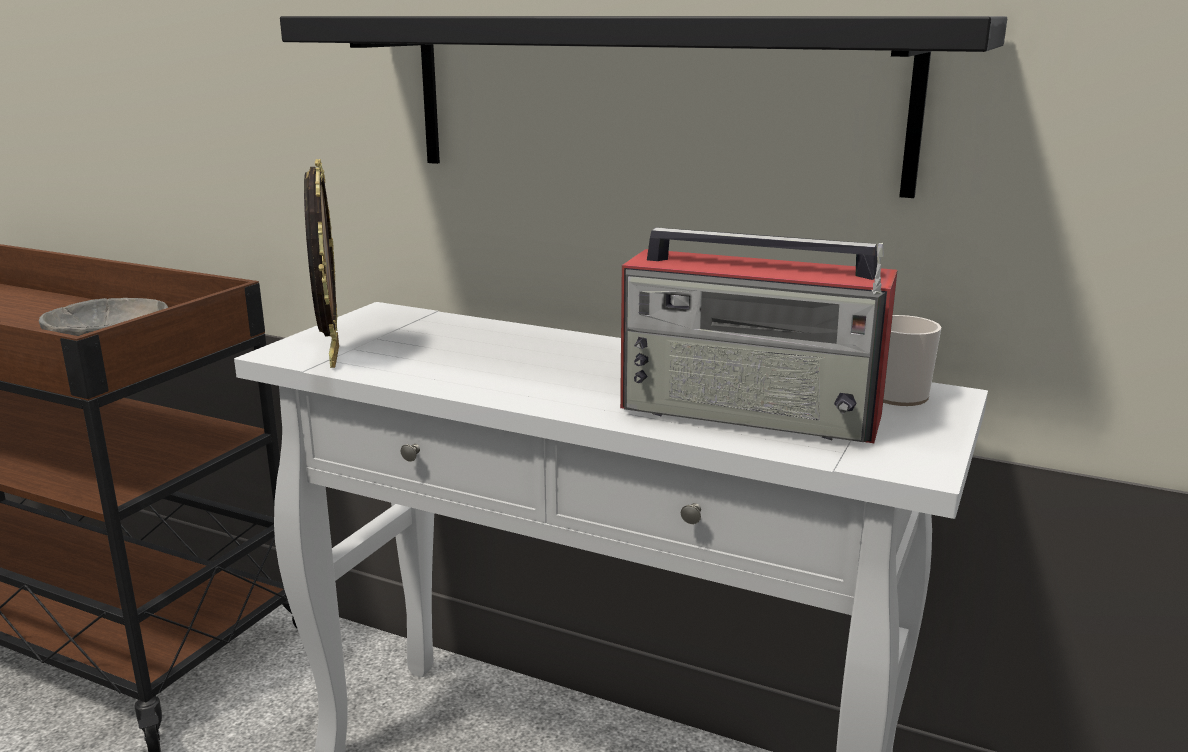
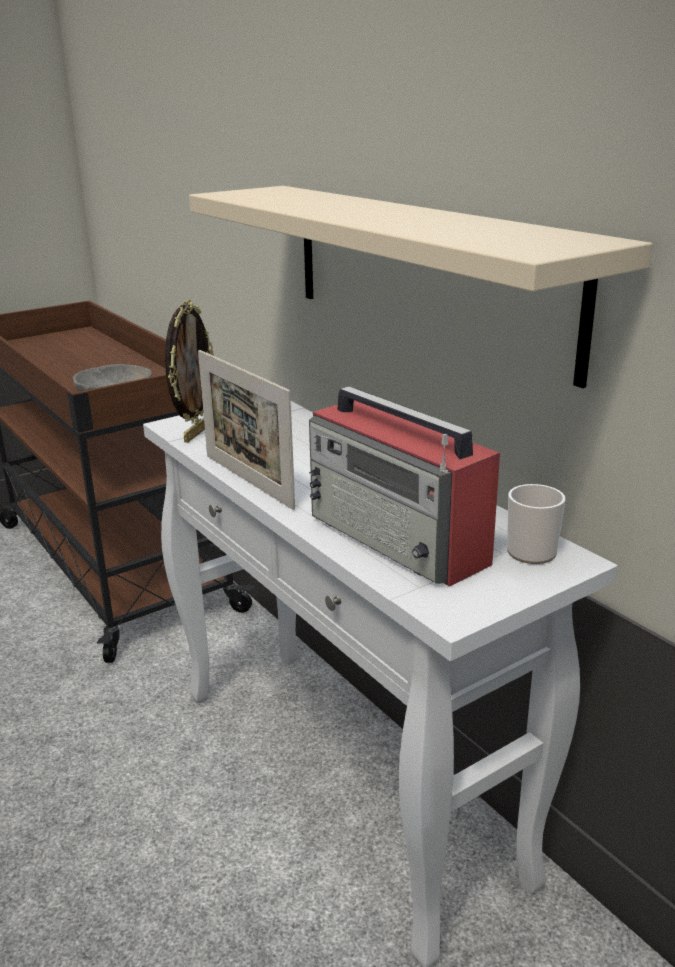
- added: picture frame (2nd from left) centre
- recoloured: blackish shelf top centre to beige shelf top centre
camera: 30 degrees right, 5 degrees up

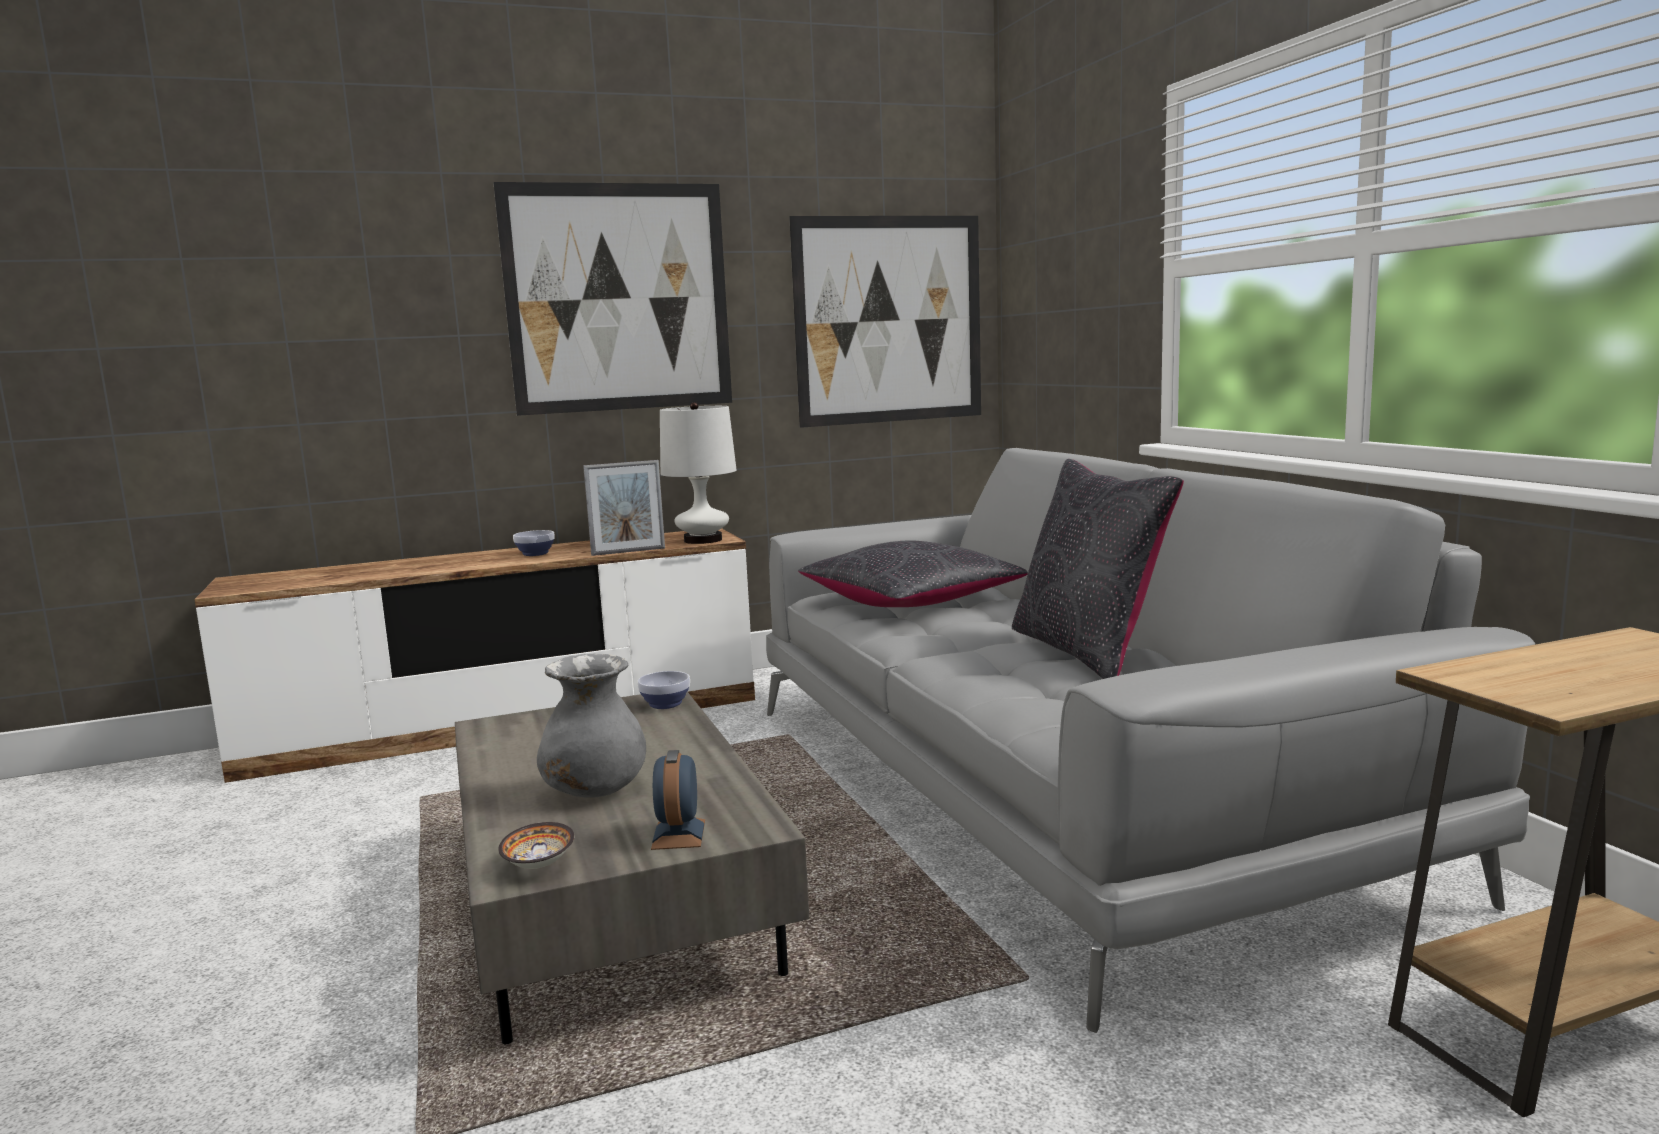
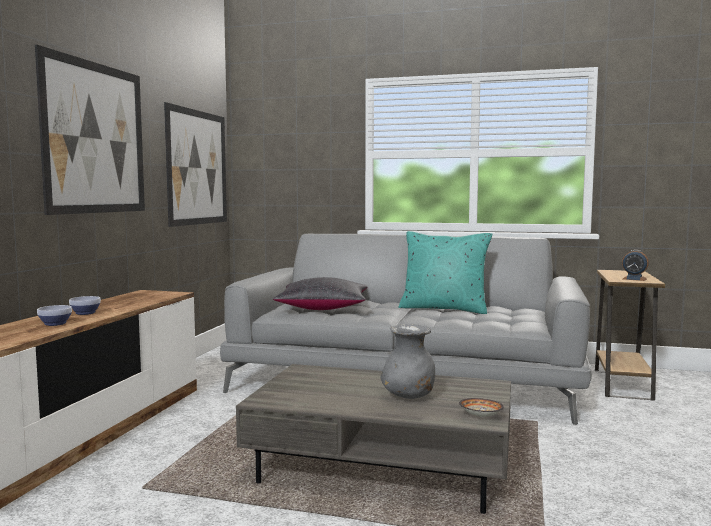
- removed: picture frame centre
- removed: white tabletop lamp centre
- moved: bowl (3rd from left in the first image) centre to bowl (1st from left) middle left
- moved: bedside clock bottom centre to middle right
- recoloured: blackish cushion (2nd from left) centre to turquoise cushion centre
camera: 55 degrees left, 5 degrees down

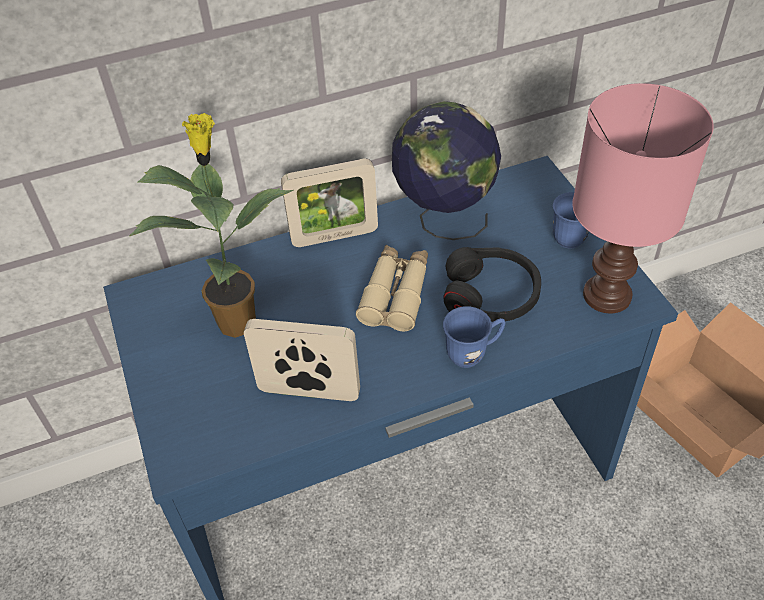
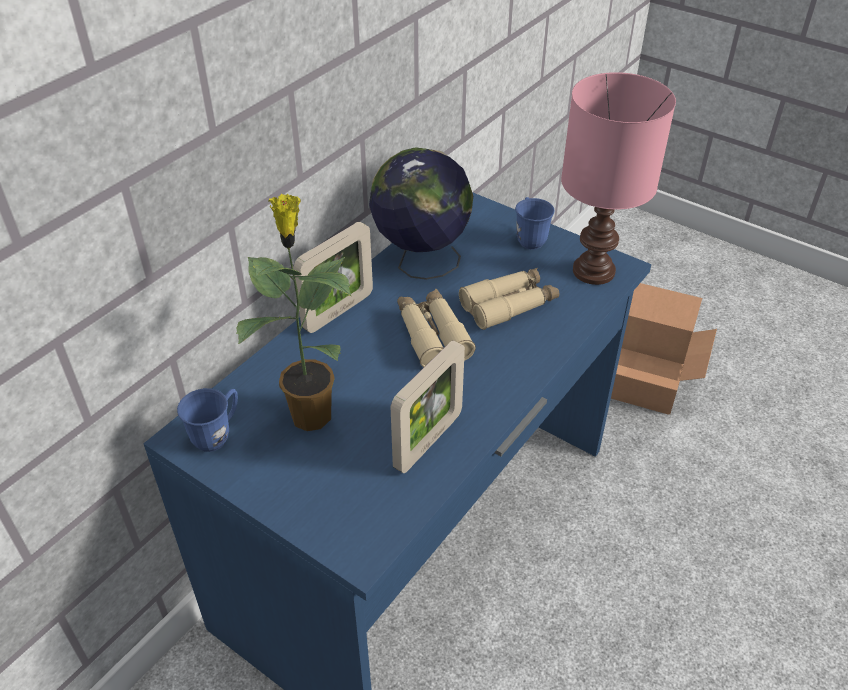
- moved: blue coffee mug (1st from left) centre to middle left
- replaced: blackish headphones centre to beige binoculars (2nd from left) centre
- turned: picture frame (1st from left in the first image) centre = centre 150 degrees clockwise
camera: 35 degrees left, 5 degrees down

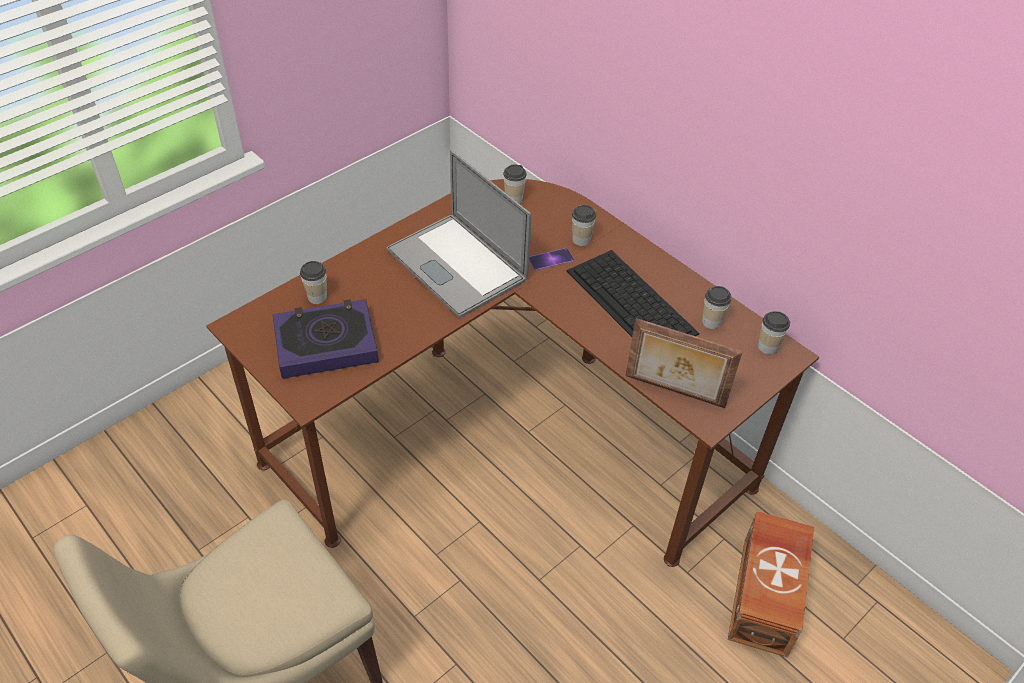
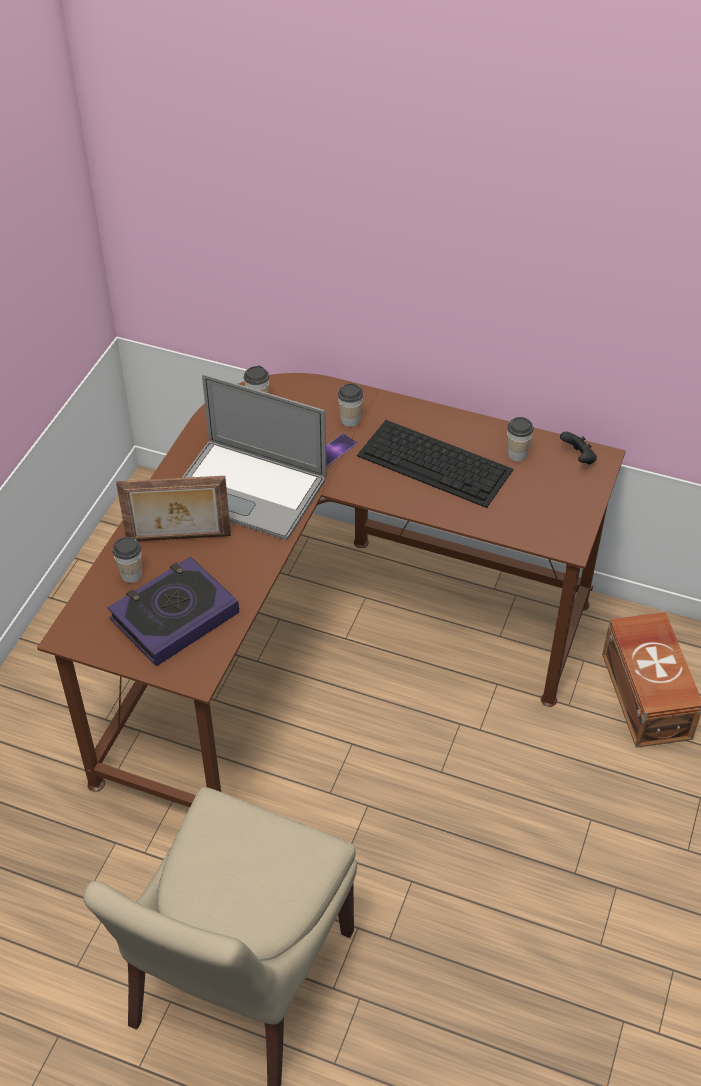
- moved: picture frame middle right to middle left
- replaced: cup (5th from left) middle right to blackish gamepad middle right
camera: 25 degrees left, 0 degrees up

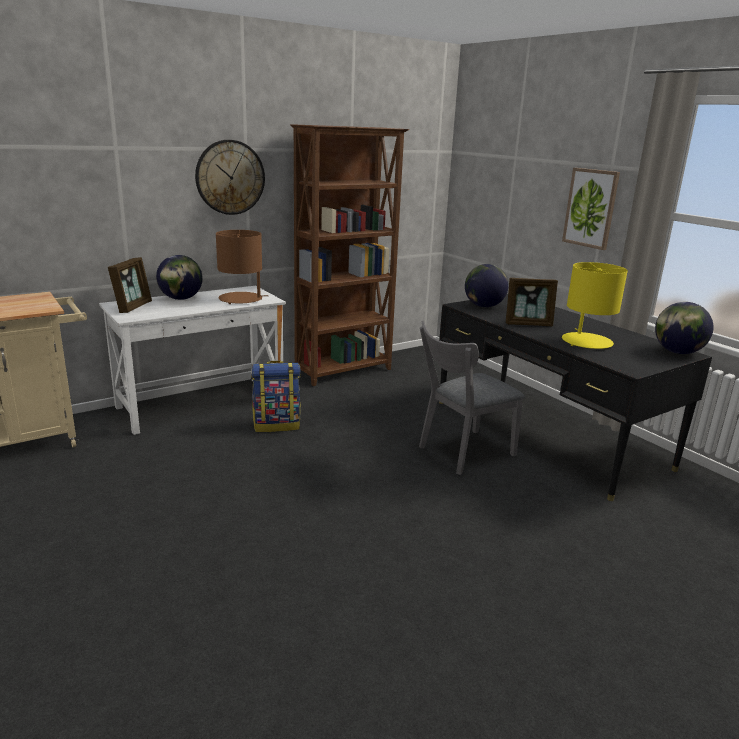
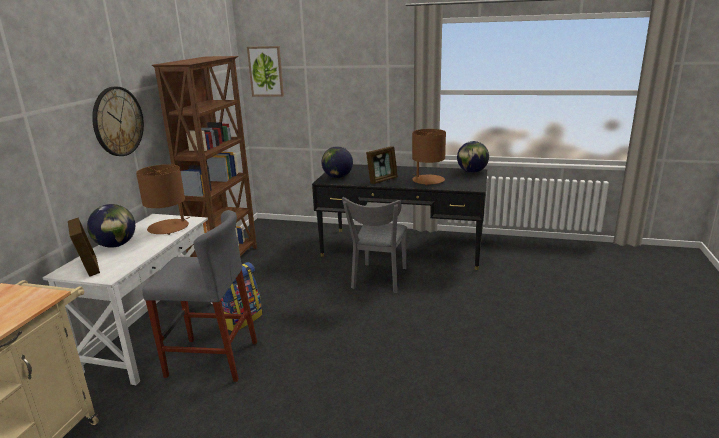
- added: gray stool bottom left
- moved: picture top right to top centre
- recoloured: yellow tabletop lamp middle right to brown tabletop lamp (2nd from left) centre
camera: 40 degrees left, 0 degrees up

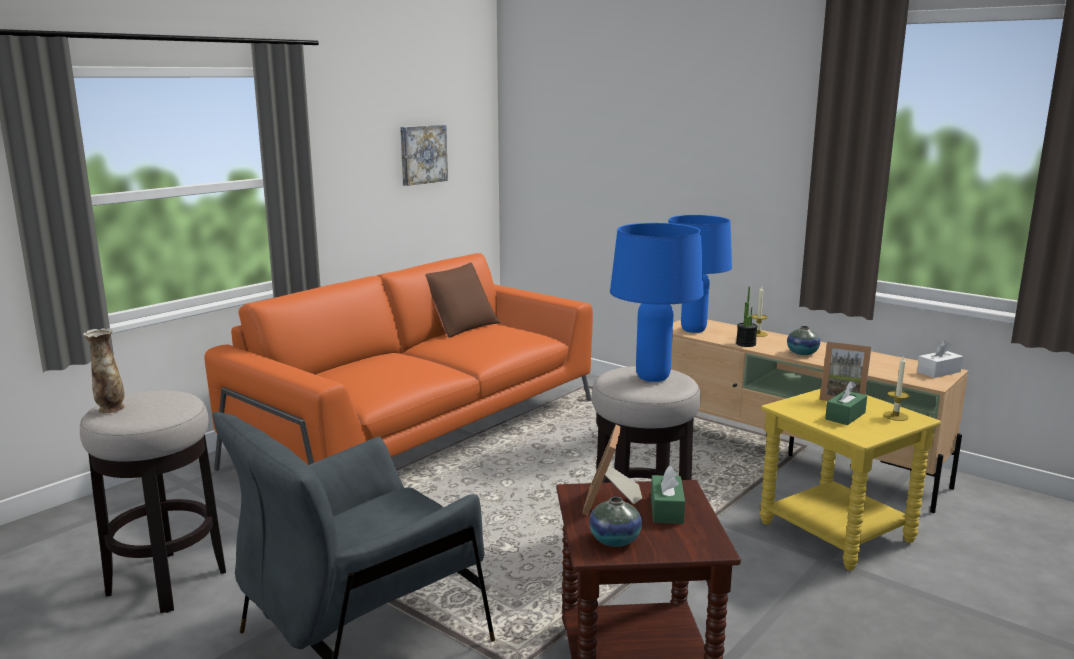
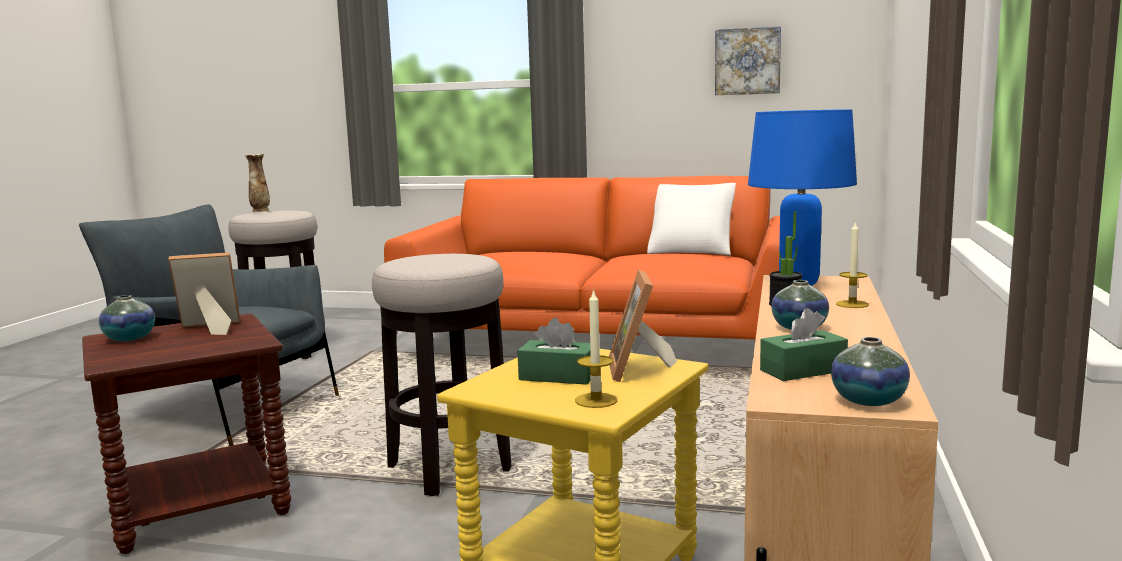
- removed: blue tabletop lamp (1st from left) centre
- moved: green box of tissues (1st from left in the first image) bottom centre to green box of tissues (2nd from left) middle right
- replaced: white box of tissues middle right to vase (4th from left) middle right
- recoloured: brown cushion centre to white cushion centre
camera: 65 degrees right, 5 degrees down

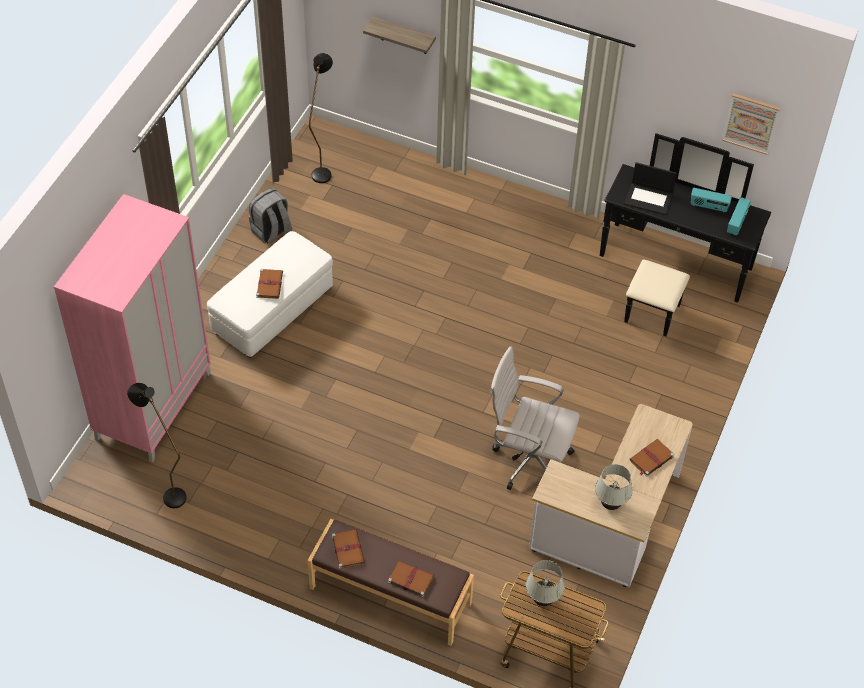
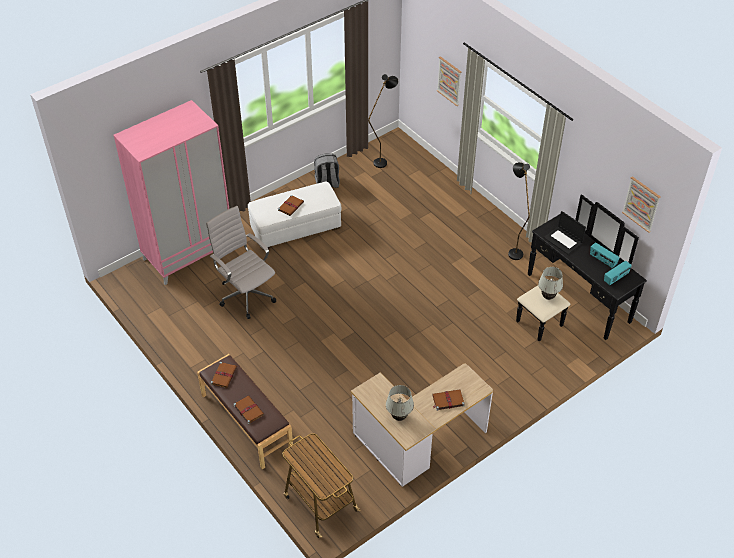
- moved: blackish floor lamp (1st from left in the first image) middle left to blackish floor lamp (2nd from left) middle right
- moved: white desk chair centre to middle left
- moved: white tabletop lamp (1st from left in the first image) bottom centre to white tabletop lamp (2nd from left) middle right
- replaced: shelf top centre to picture (1st from left) top centre
camera: 30 degrees right, 5 degrees down

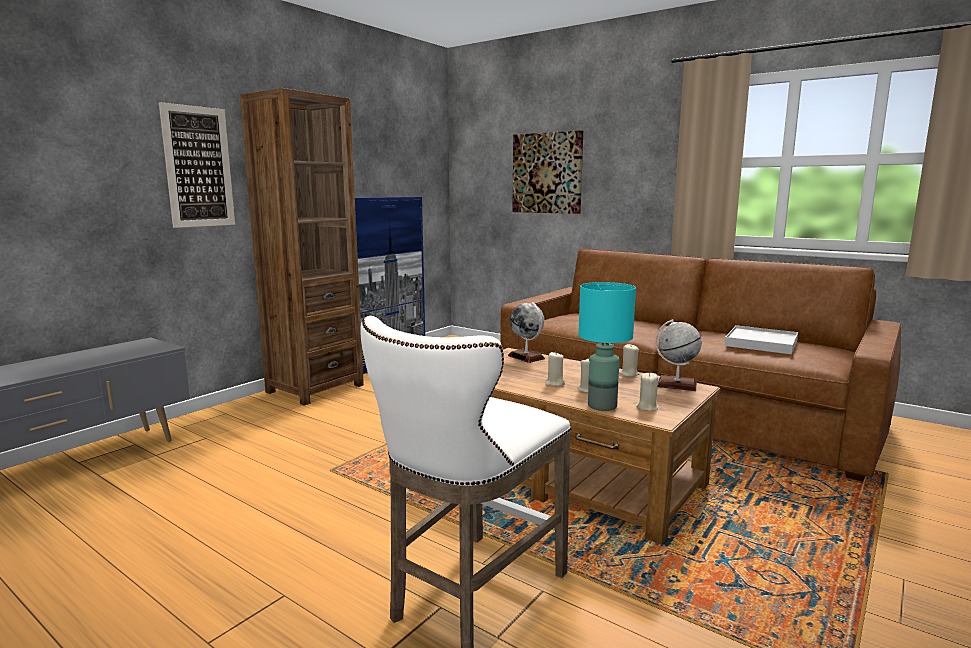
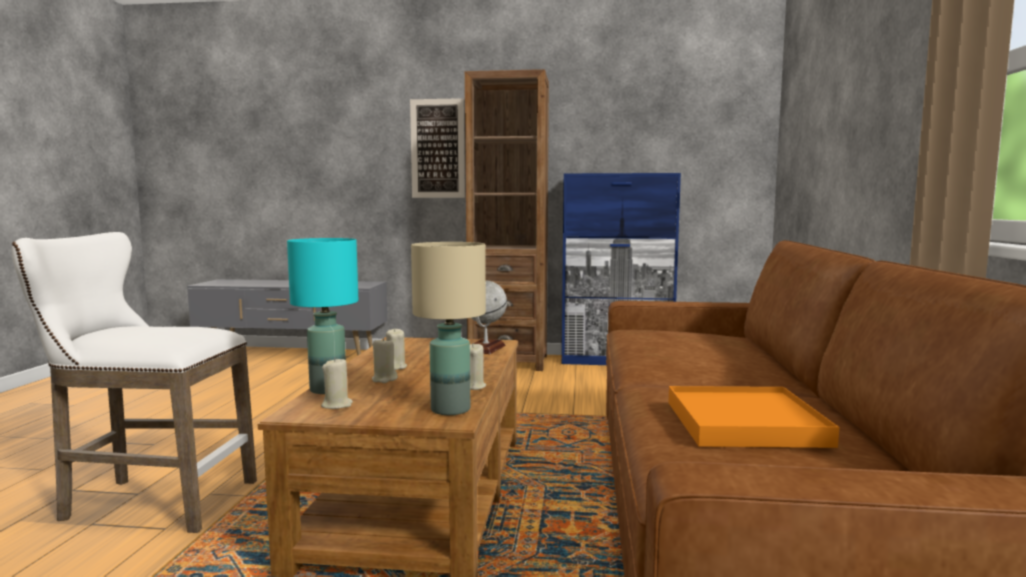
- removed: picture (2nd from left) top centre
- replaced: desk globe (2nd from left) middle right to beige tabletop lamp centre
- recoloured: white carrying tray middle right to orange-coloured carrying tray bottom right
camera: 60 degrees right, 5 degrees down

